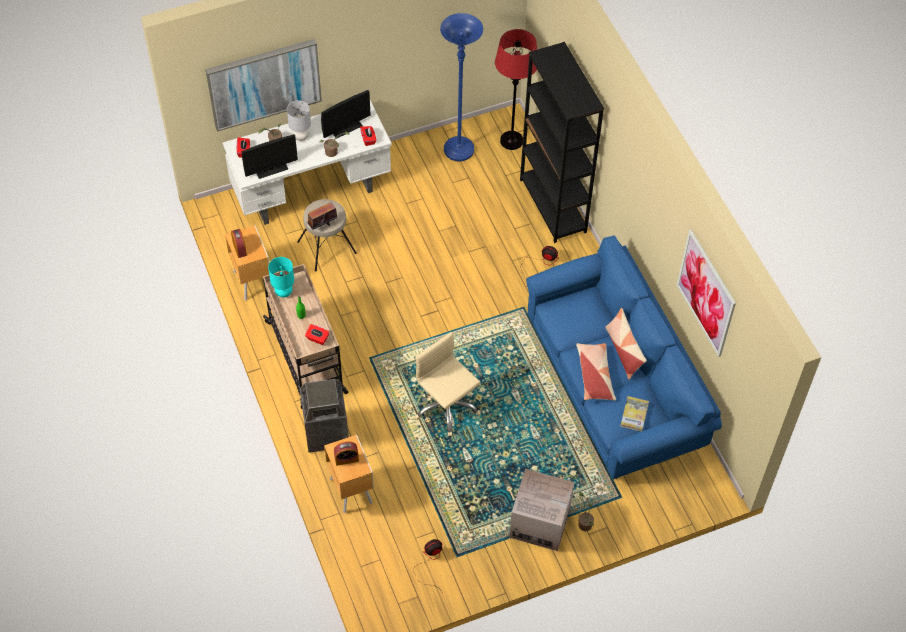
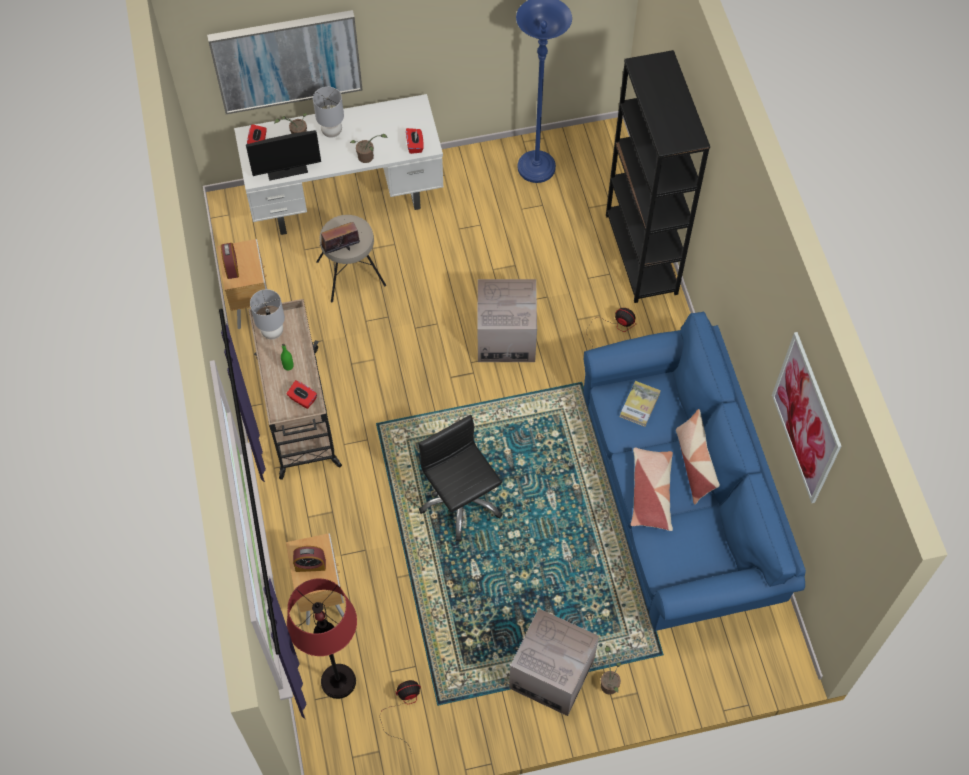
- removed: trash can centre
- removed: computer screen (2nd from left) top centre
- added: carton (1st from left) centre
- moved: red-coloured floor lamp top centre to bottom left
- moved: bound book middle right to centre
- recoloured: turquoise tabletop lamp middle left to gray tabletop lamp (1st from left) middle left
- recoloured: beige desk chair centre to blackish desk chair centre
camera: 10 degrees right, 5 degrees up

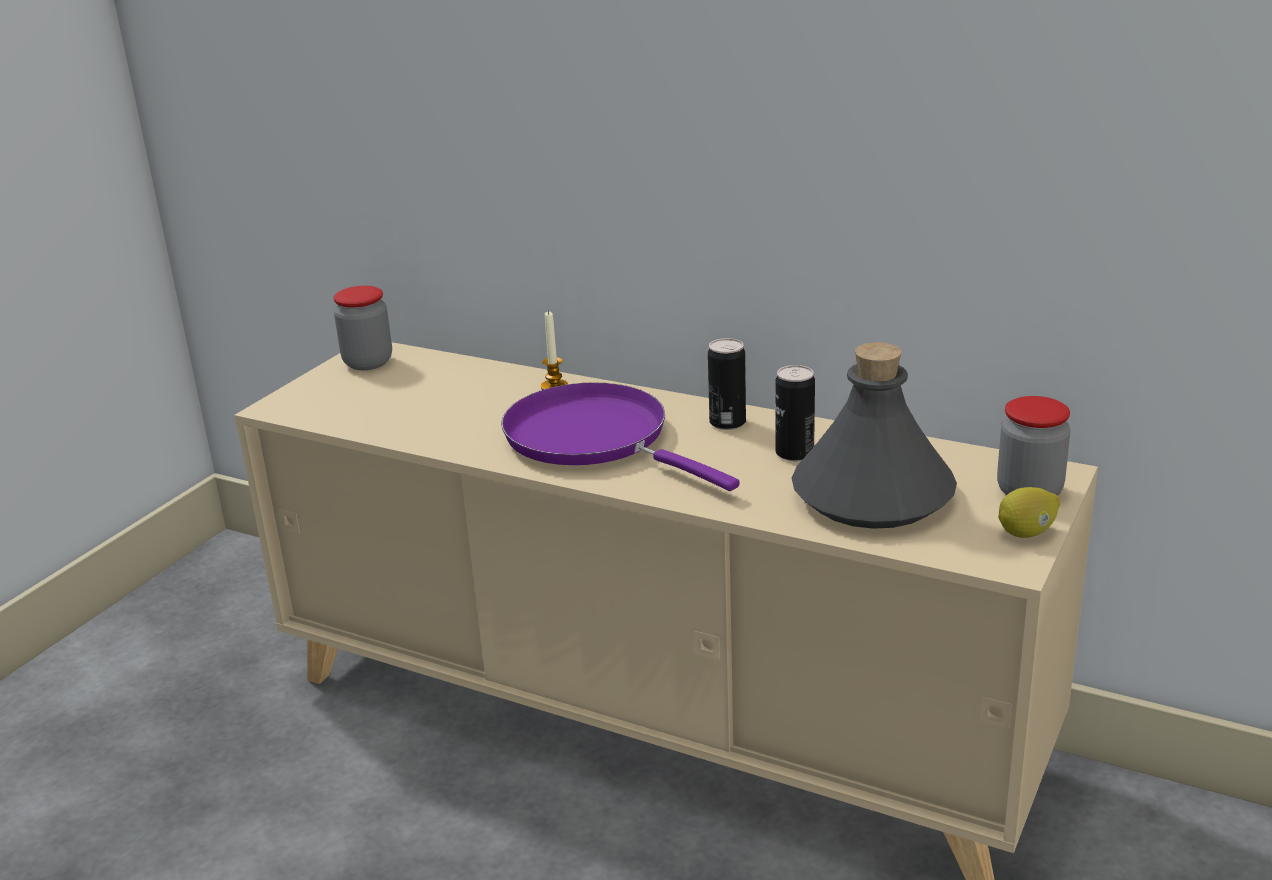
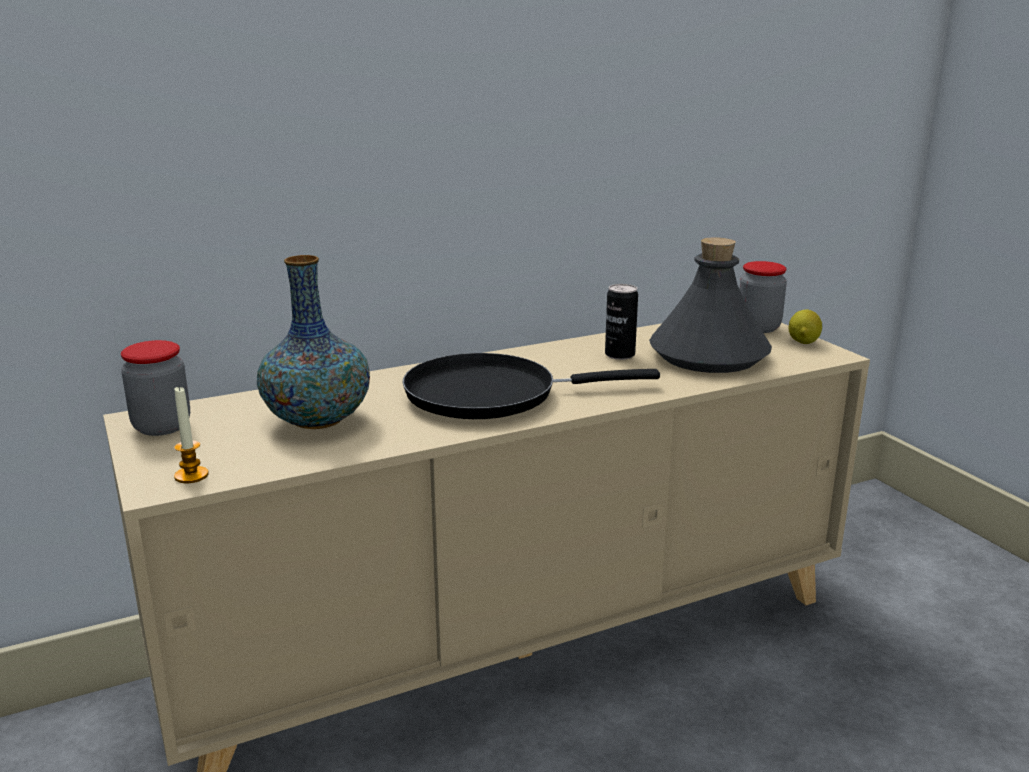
- removed: sealed can (1st from left) centre
- added: vase middle left
- moved: wax light centre to middle left
- recoloured: purple skillet centre to blackish skillet centre
camera: 55 degrees left, 5 degrees down

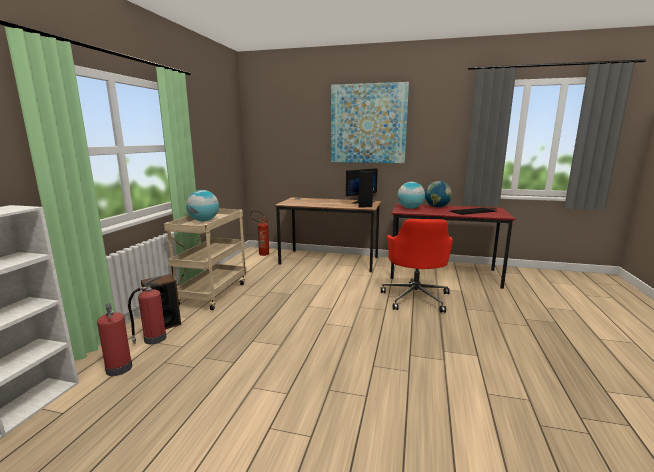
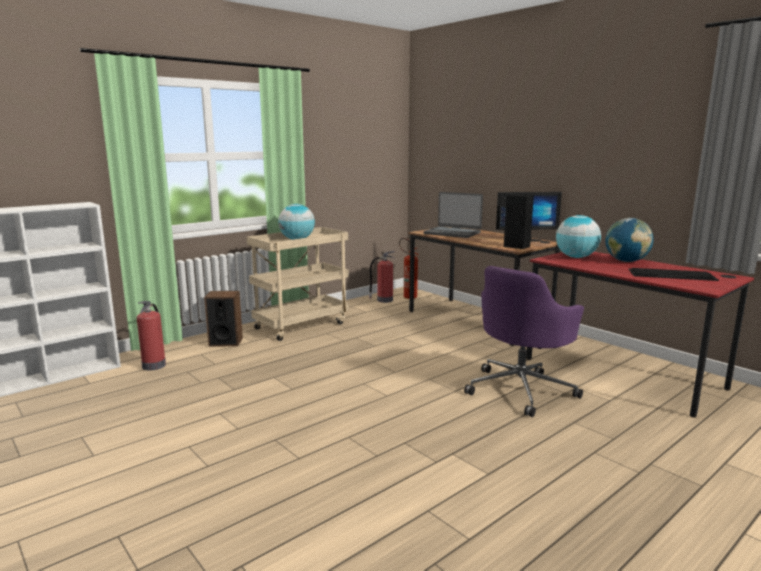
- removed: picture top centre
- added: laptop centre
- moved: fire extinguisher (2nd from left) middle left to centre
- recoloured: red-coloured desk chair centre to purple desk chair middle right
camera: 35 degrees right, 0 degrees up

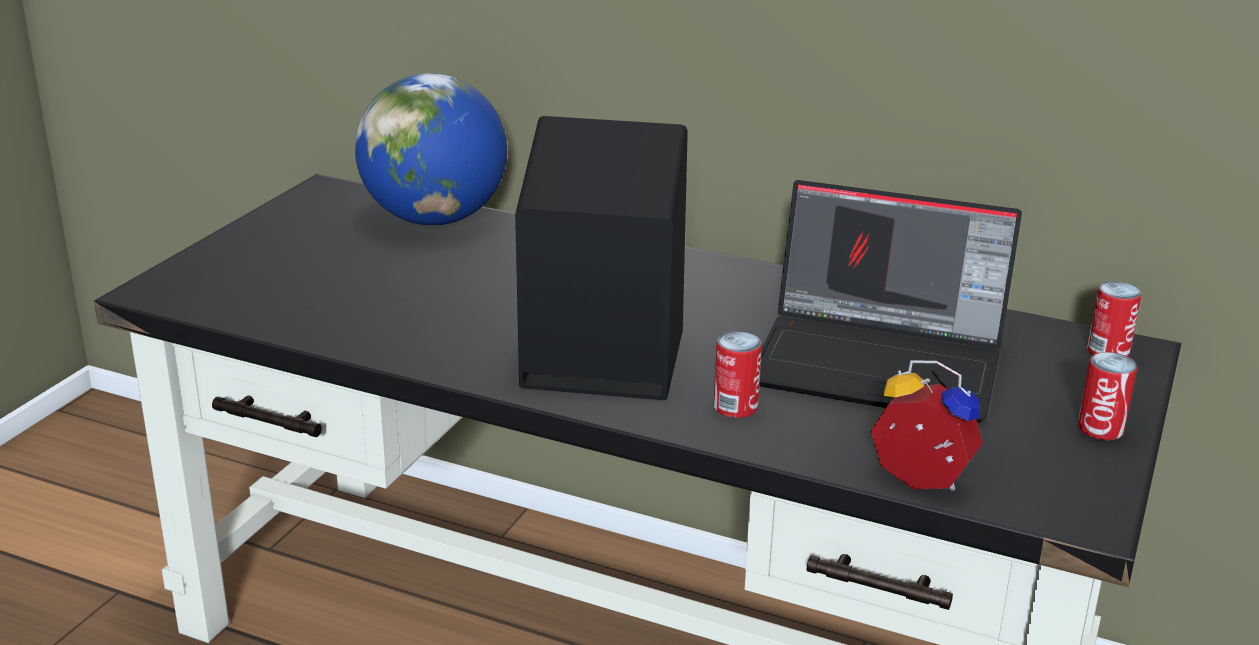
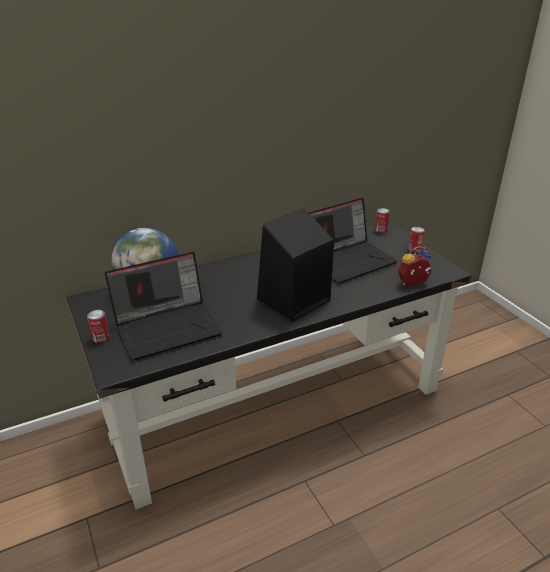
- added: laptop (1st from left) middle left
- moved: sealed can (1st from left) centre to middle left
camera: 50 degrees left, 5 degrees up

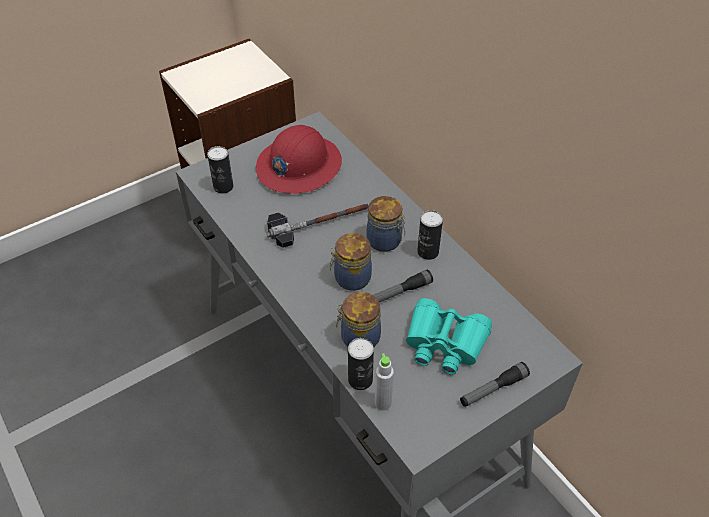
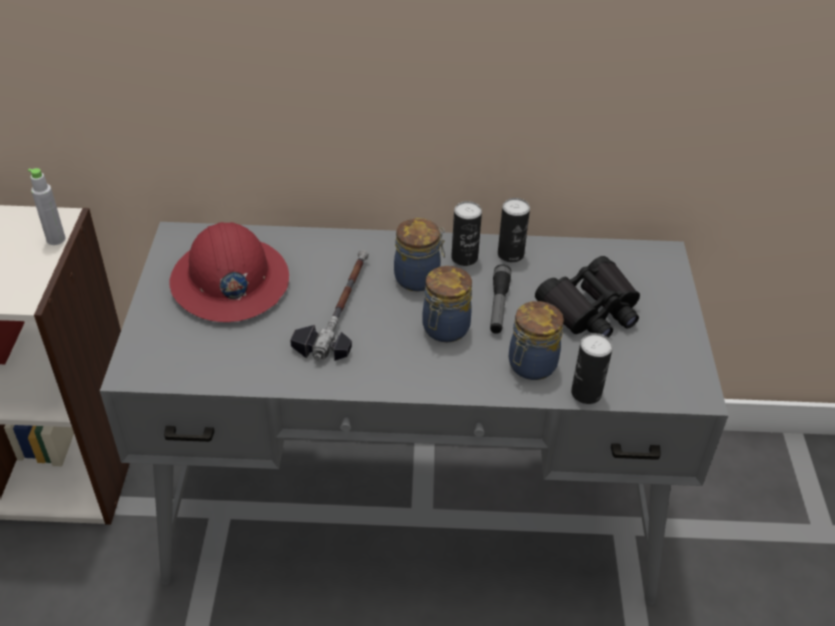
- removed: hand torch (2nd from left) bottom right
- moved: sealed can (1st from left in the first image) top left to sealed can (2nd from left) centre
- moved: gray beverage bottle bottom centre to top left
- recoloured: turquoise binoculars centre to blackish binoculars middle right
camera: 55 degrees left, 5 degrees down

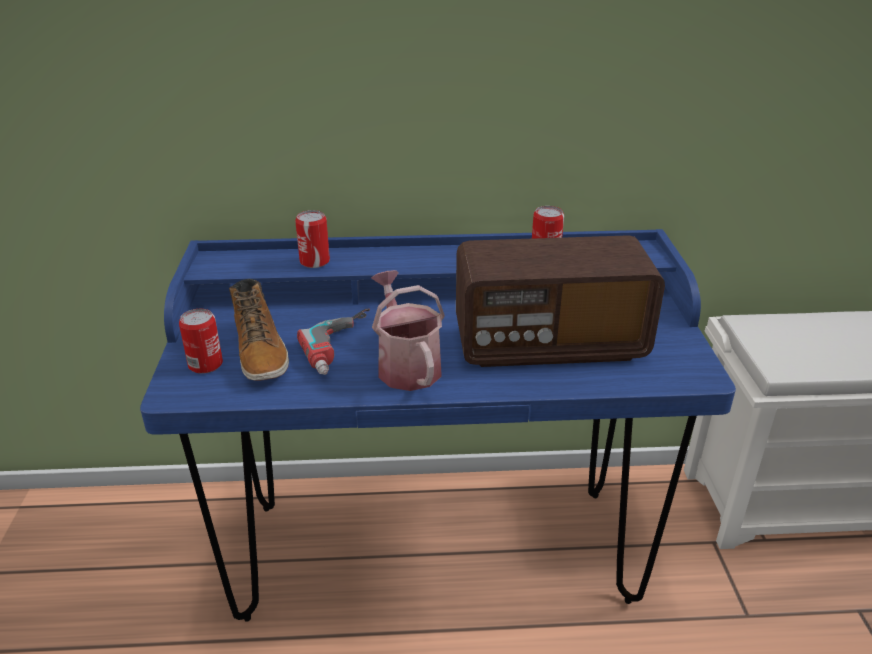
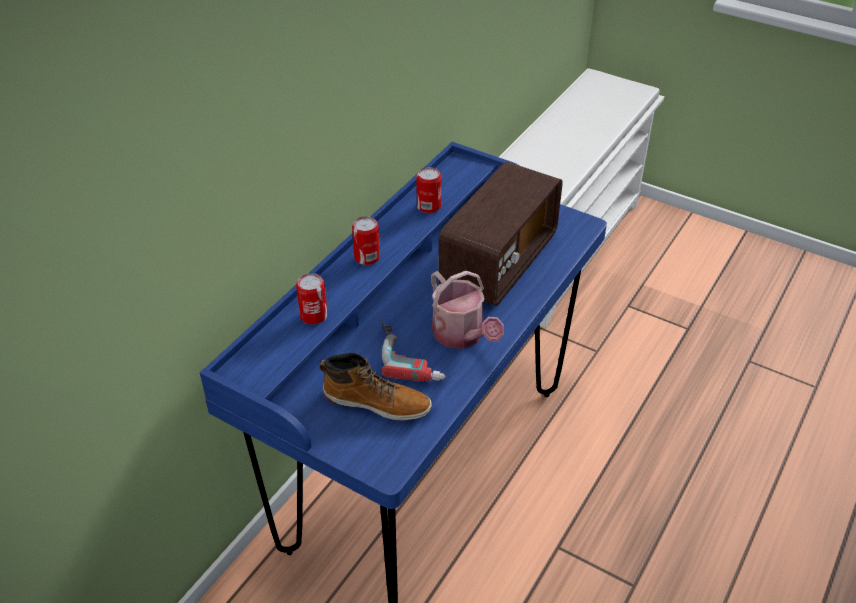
- moved: sealed can (1st from left in the first image) middle left to sealed can (2nd from left) centre
- turned: watering can centre = centre 135 degrees counterclockwise
camera: 55 degrees left, 10 degrees up

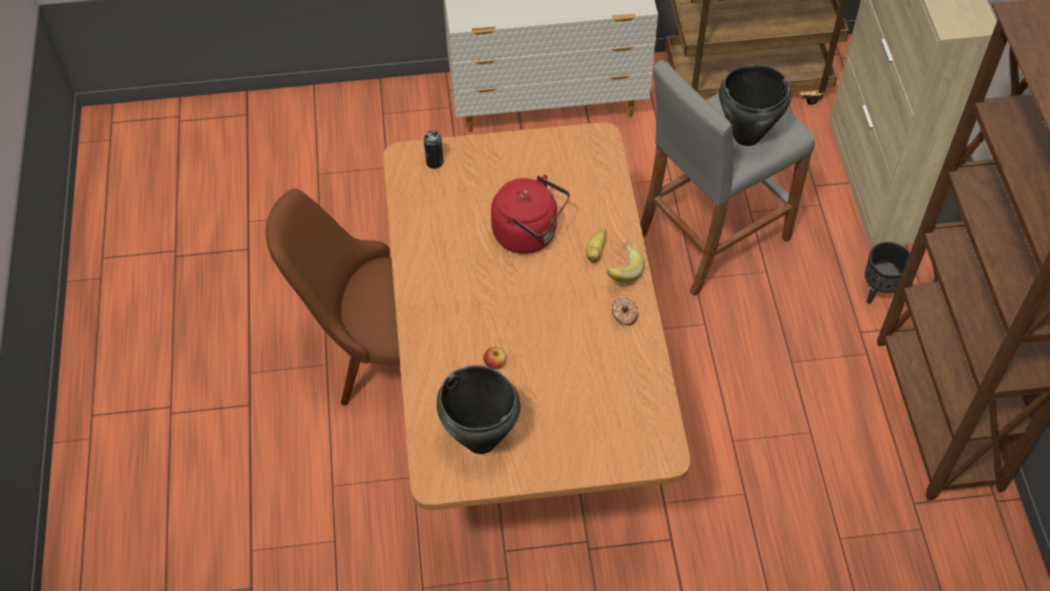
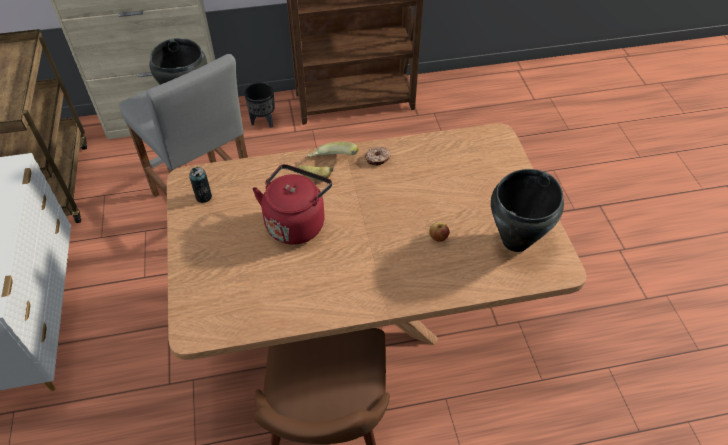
- moved: sealed can top centre to middle left
camera: 95 degrees left, 5 degrees down

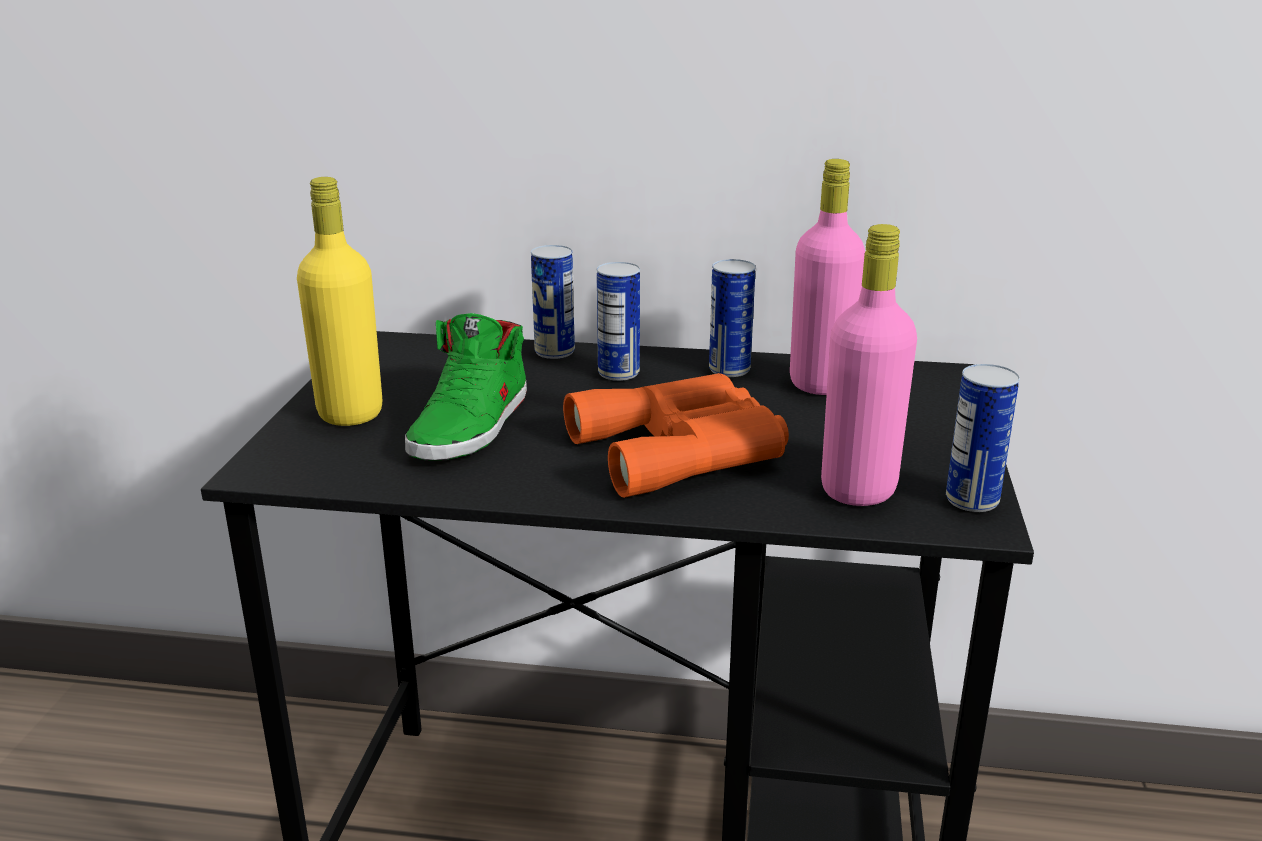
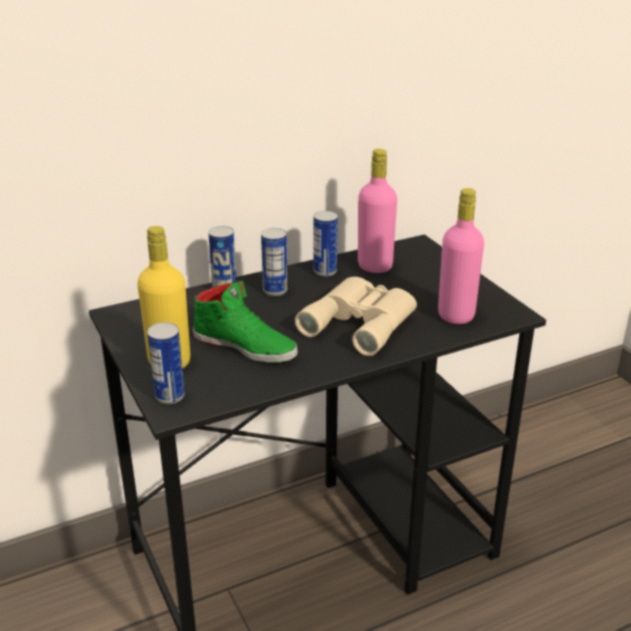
- moved: sealed can (4th from left in the first image) middle right to sealed can (1st from left) middle left
- recoloured: orange-coloured binoculars centre to beige binoculars centre
- turned: green shoe centre = centre 45 degrees counterclockwise
camera: 35 degrees left, 5 degrees up

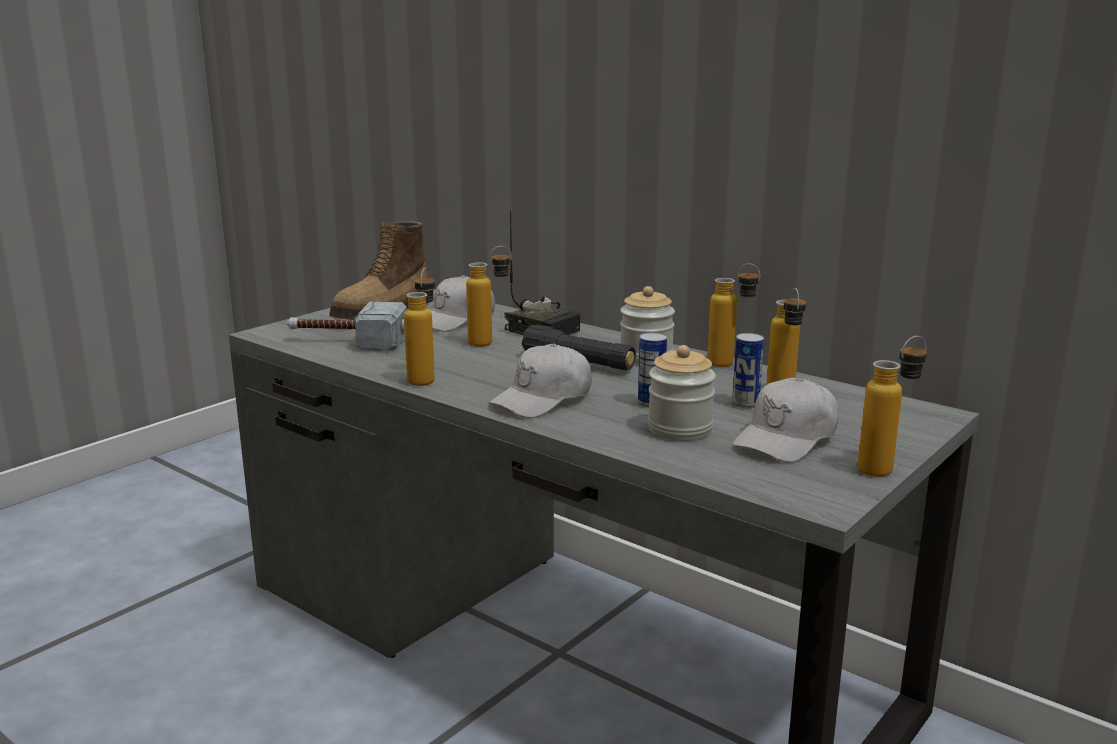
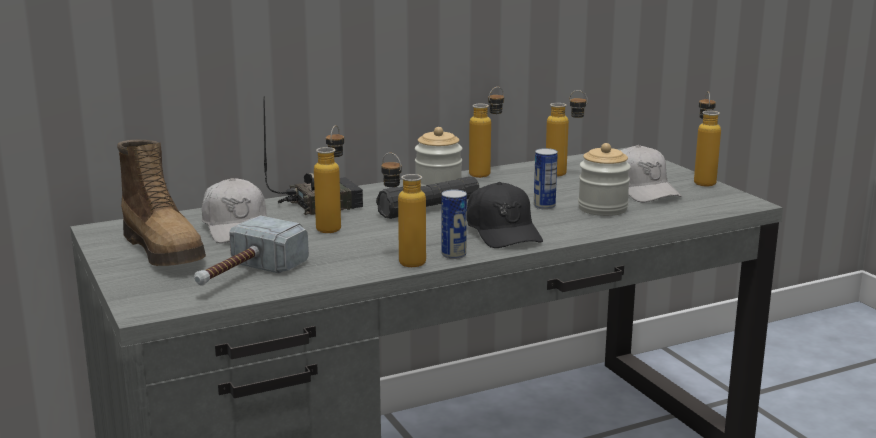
- moved: sealed can (2nd from left in the first image) middle right to sealed can (1st from left) centre
- recoloured: white baseball cap (2nd from left) centre to blackish baseball cap centre
camera: 65 degrees left, 0 degrees up

